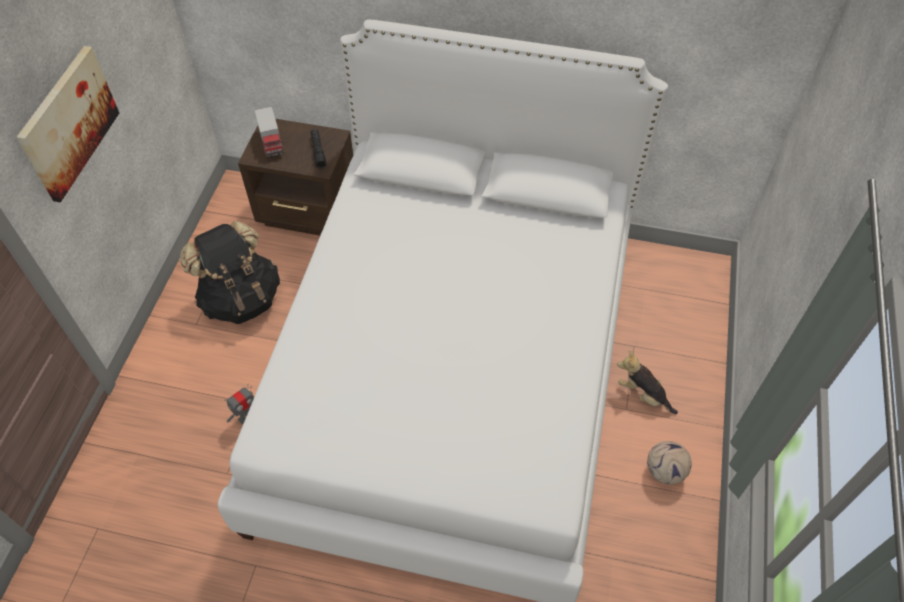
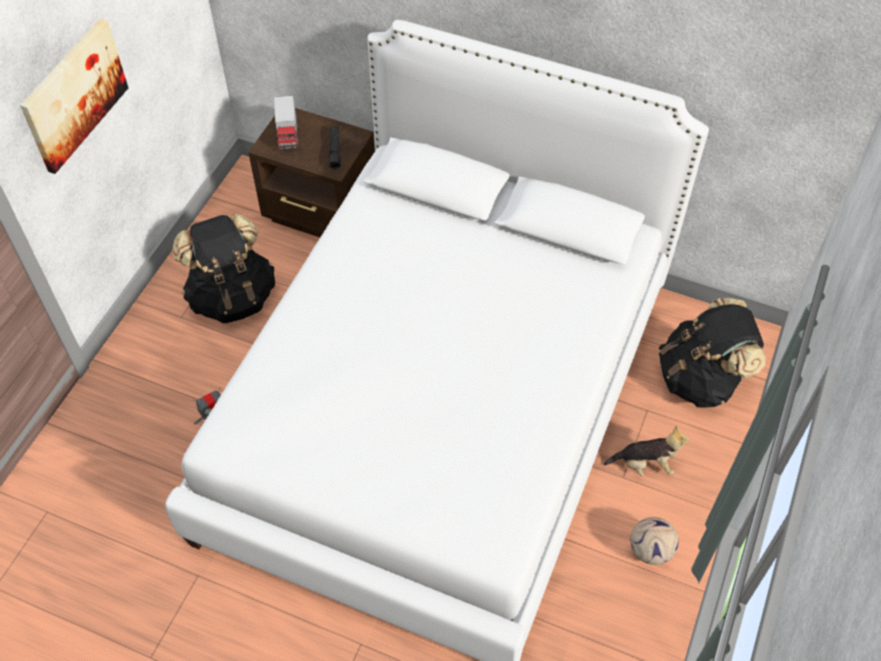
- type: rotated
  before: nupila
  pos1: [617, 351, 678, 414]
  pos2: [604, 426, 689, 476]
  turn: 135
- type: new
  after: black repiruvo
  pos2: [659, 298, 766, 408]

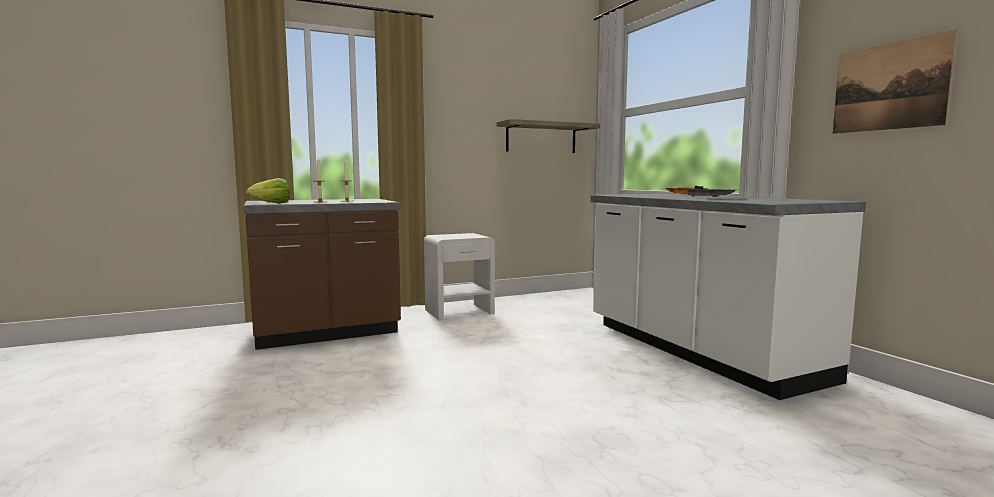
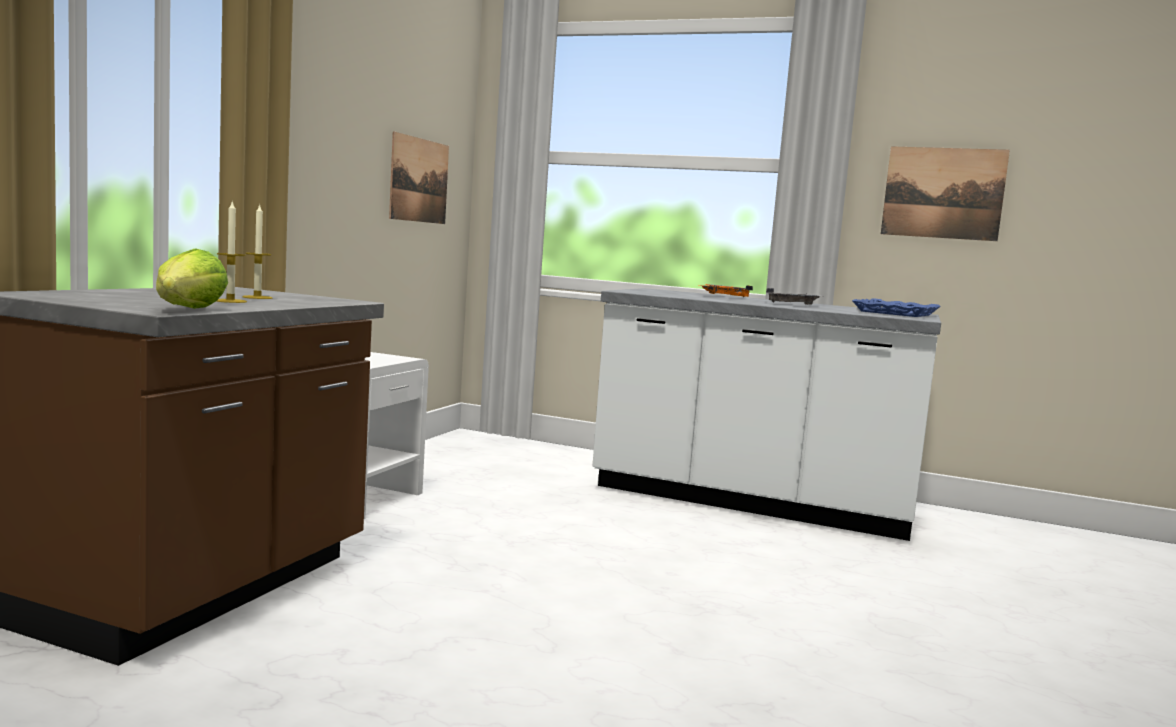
- type: swapped
  before: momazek
  after: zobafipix
  pos1: [496, 119, 600, 153]
  pos2: [389, 132, 449, 224]
- type: new
  after: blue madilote
  pos2: [852, 298, 941, 317]

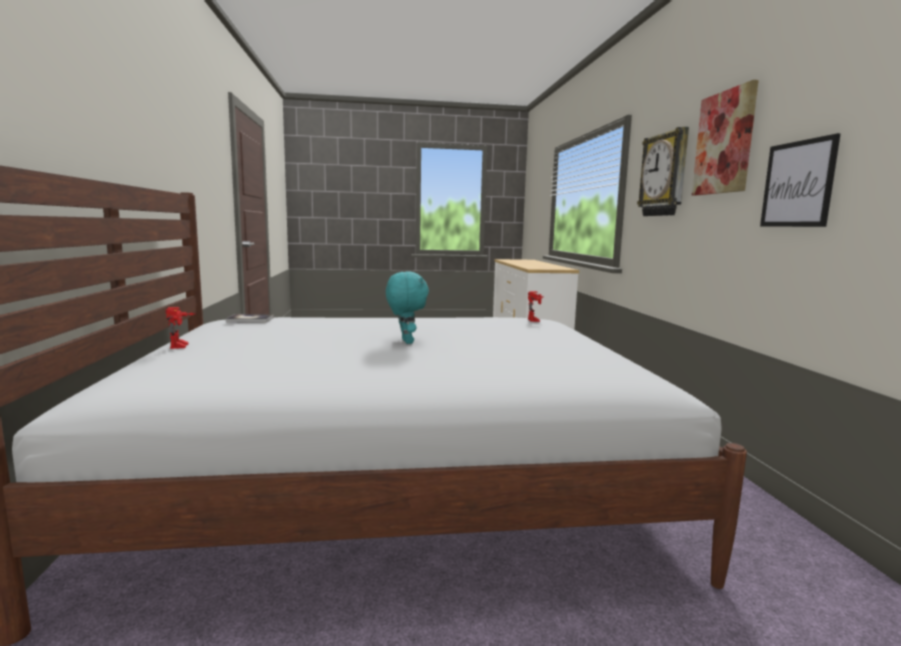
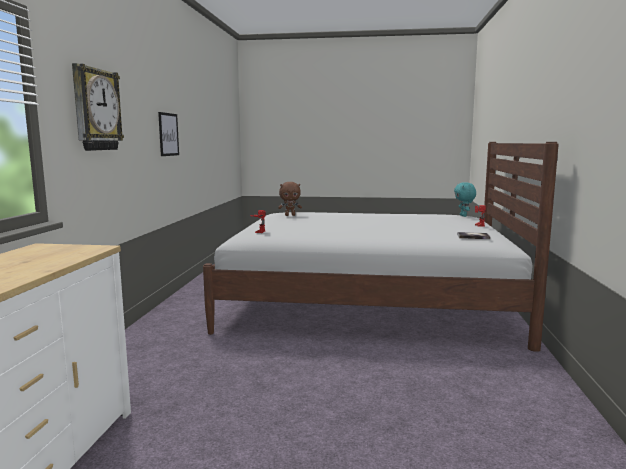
- type: shifted
  before: turquoise nupila
  pos1: [386, 272, 429, 344]
  pos2: [454, 182, 476, 217]
- type: gone
  before: zobafipix
  pos1: [692, 80, 759, 196]
- type: new
  after: brown nupila
  pos2: [278, 182, 302, 216]

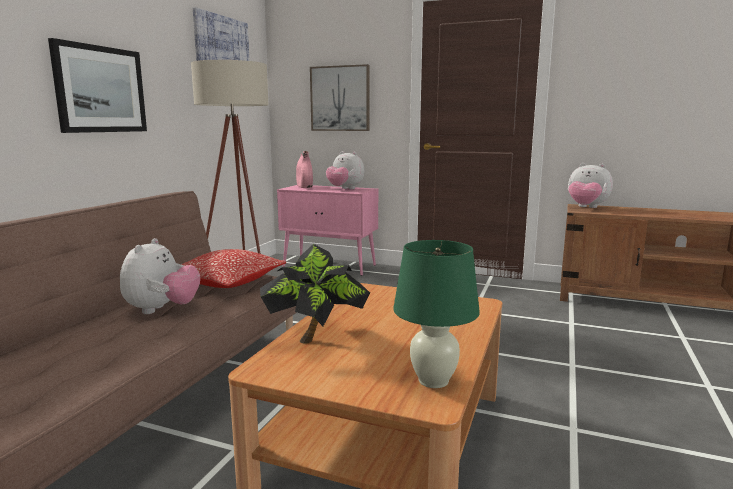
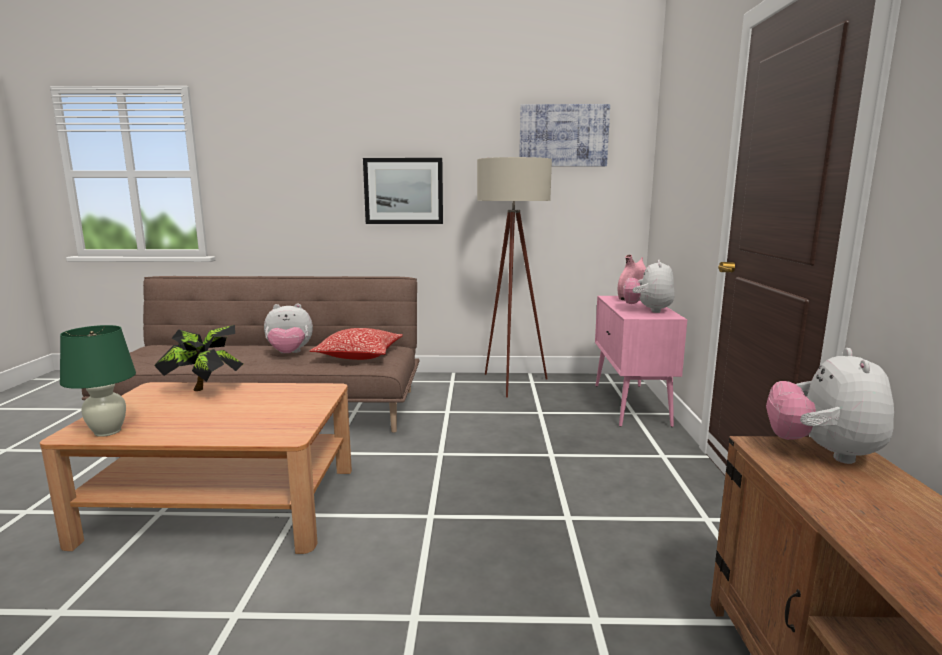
- type: gone
  before: zobafipix
  pos1: [310, 64, 370, 131]

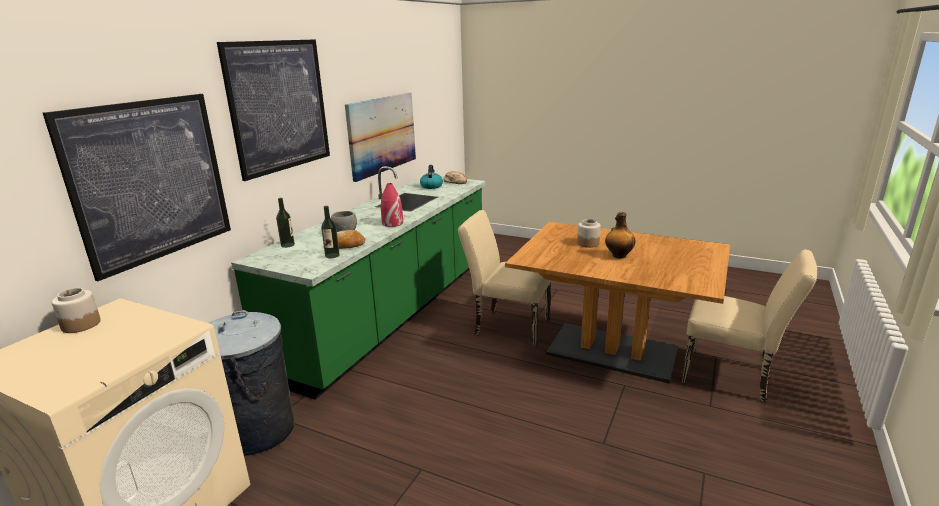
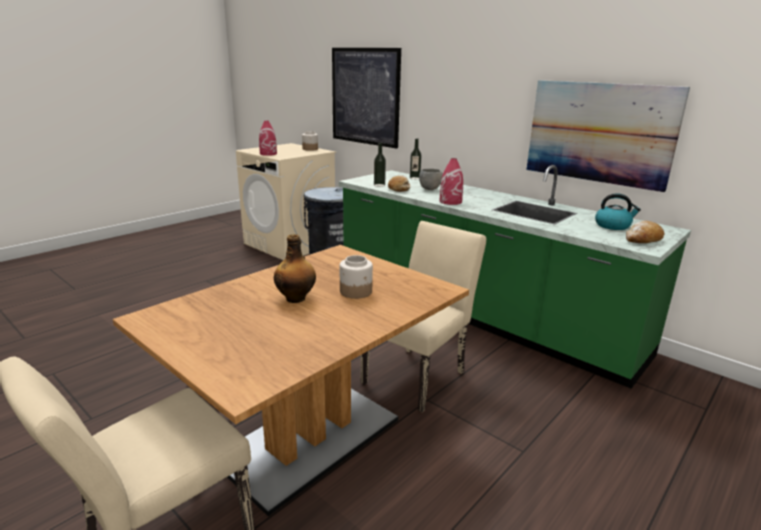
- type: gone
  before: zobafipix
  pos1: [217, 39, 330, 181]
- type: new
  after: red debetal
  pos2: [259, 120, 277, 156]

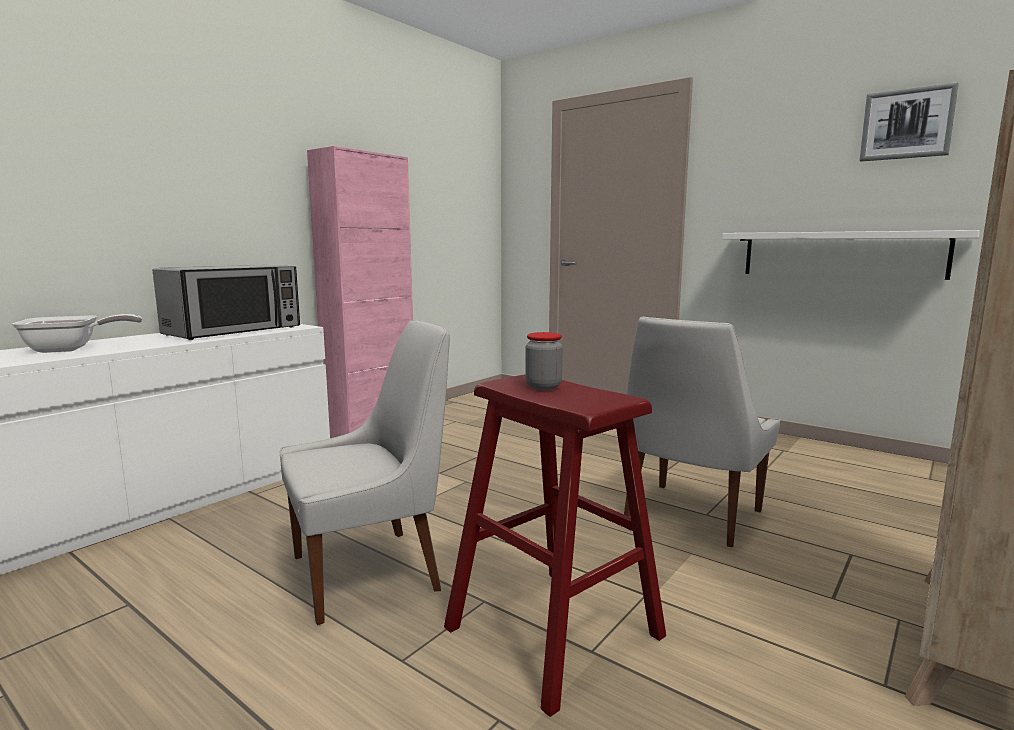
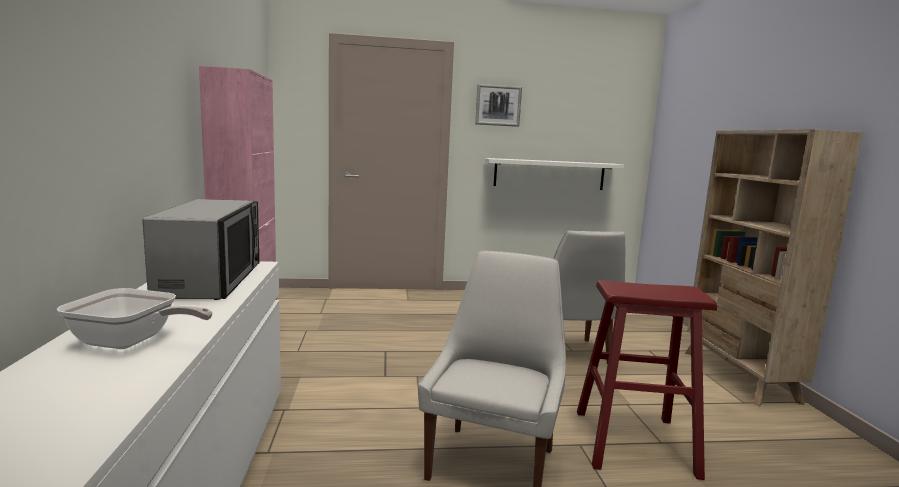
- type: rotated
  before: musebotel
  pos1: [12, 314, 142, 353]
  pos2: [57, 288, 212, 349]
  turn: 75
- type: gone
  before: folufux
  pos1: [525, 332, 563, 390]
- type: shifted
  before: zobafipix
  pos1: [860, 82, 959, 162]
  pos2: [475, 84, 522, 127]

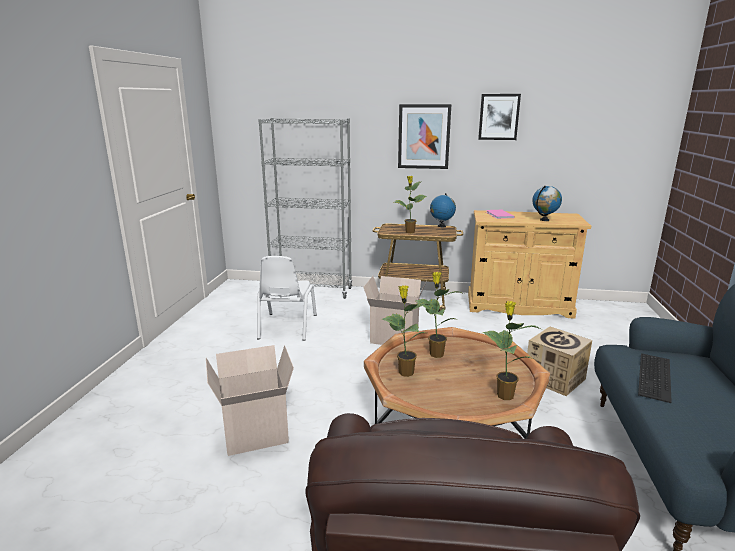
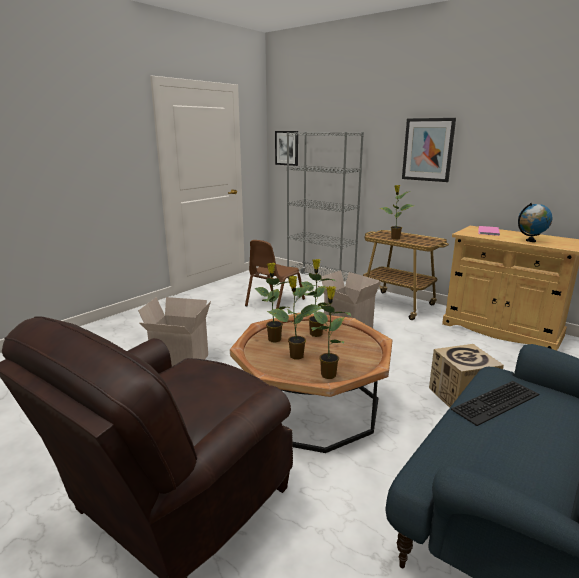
- type: repainted
  before: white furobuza
  after: brown furobuza
  pos1: [257, 256, 317, 341]
  pos2: [245, 240, 305, 309]
- type: gone
  before: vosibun
  pos1: [430, 193, 456, 227]
- type: shifted
  before: zobafipix
  pos1: [478, 94, 521, 140]
  pos2: [275, 131, 298, 166]
- type: new
  after: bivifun
  pos2: [267, 275, 322, 359]

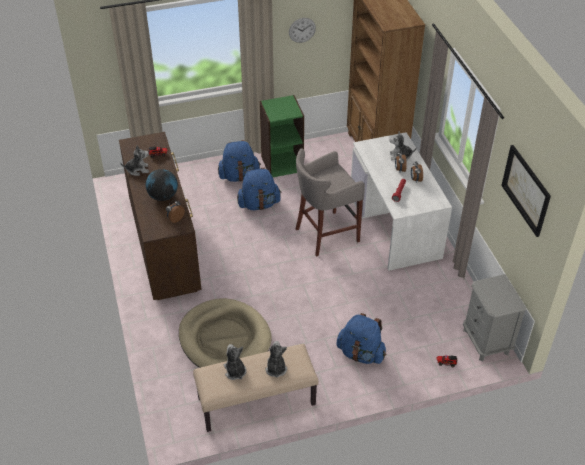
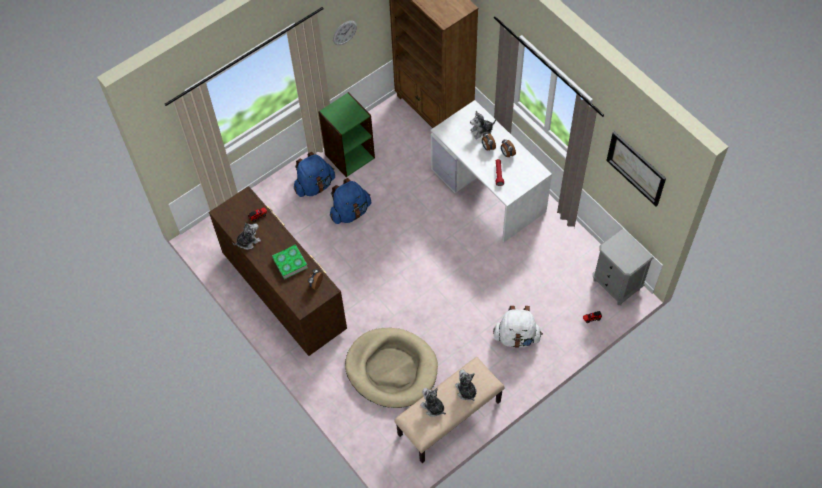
- type: swapped
  before: vosibun
  after: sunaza
  pos1: [146, 169, 178, 201]
  pos2: [272, 244, 308, 279]
- type: gone
  before: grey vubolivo
  pos1: [296, 148, 365, 256]
- type: repainted
  before: blue repiruvo
  after: white repiruvo
  pos1: [336, 313, 386, 364]
  pos2: [493, 306, 543, 348]

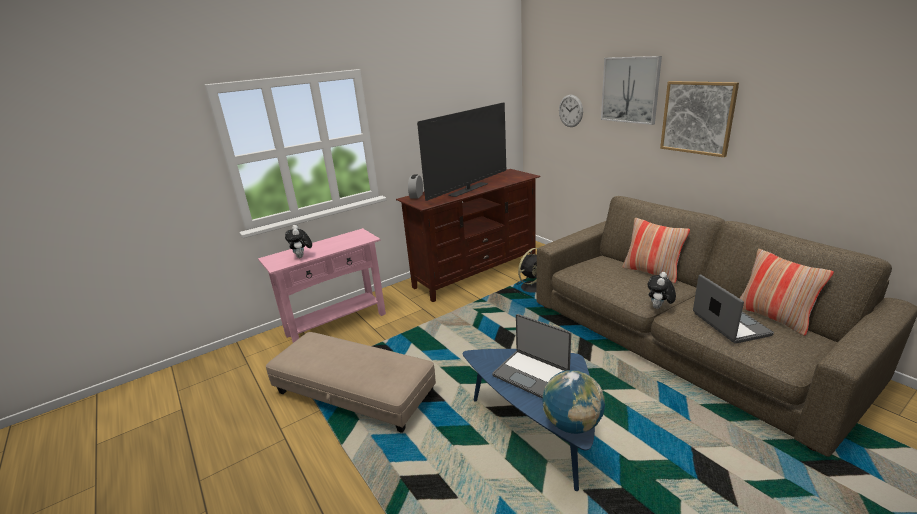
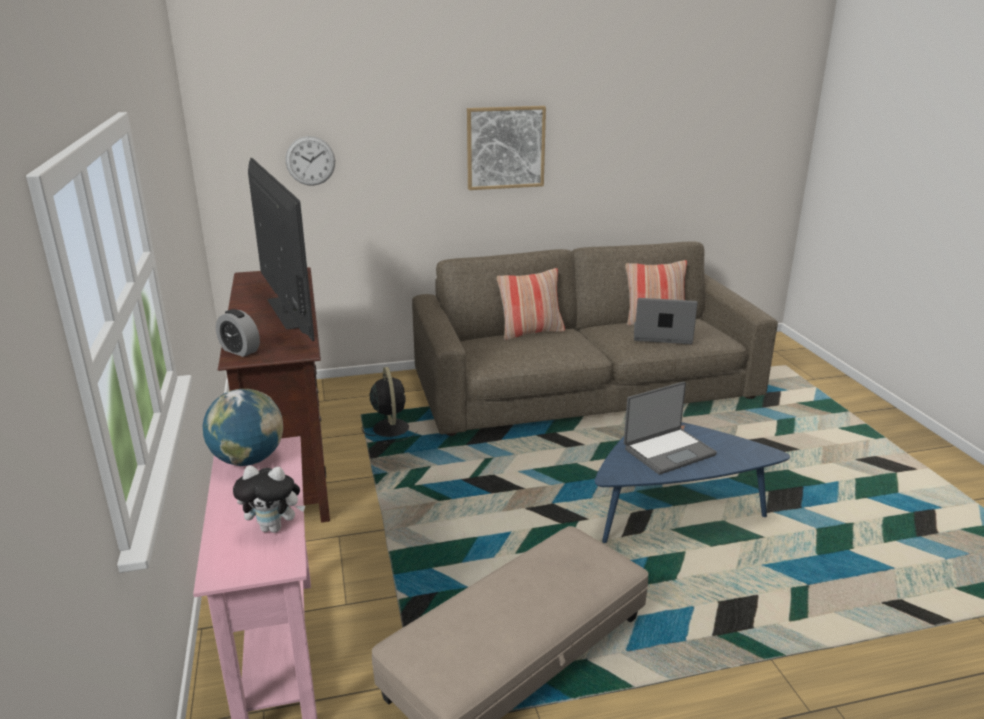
- type: shifted
  before: vosibun
  pos1: [542, 370, 605, 434]
  pos2: [203, 389, 283, 466]
- type: gone
  before: zobafipix
  pos1: [601, 56, 662, 125]
- type: gone
  before: nupila
  pos1: [648, 272, 676, 309]

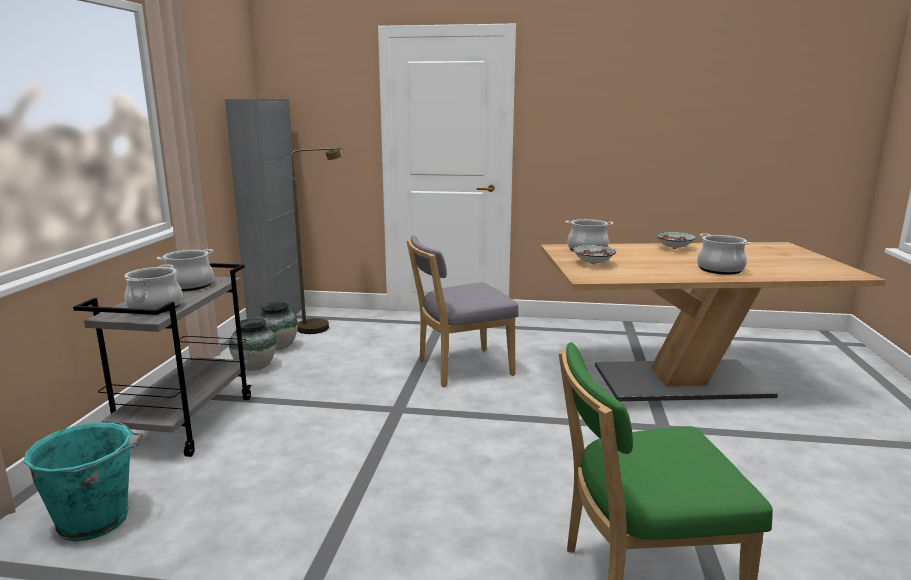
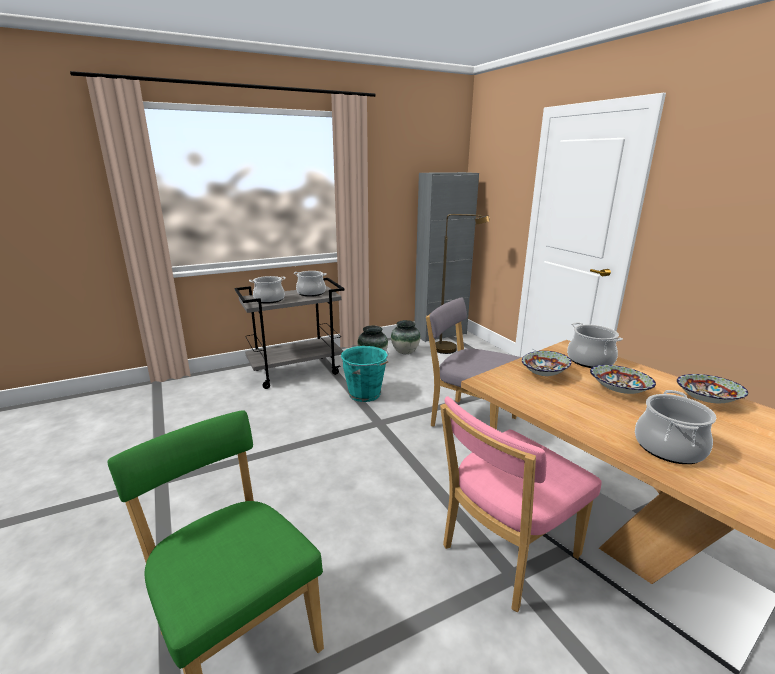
- type: shifted
  before: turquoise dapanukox
  pos1: [24, 420, 143, 542]
  pos2: [341, 346, 388, 402]
- type: new
  after: pink furobuza
  pos2: [440, 396, 602, 612]
- type: new
  after: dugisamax
  pos2: [590, 365, 656, 394]

